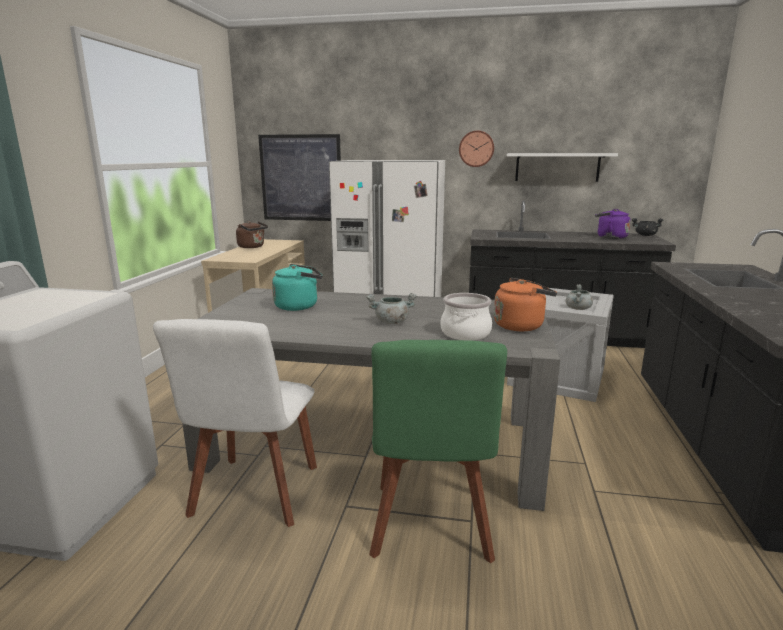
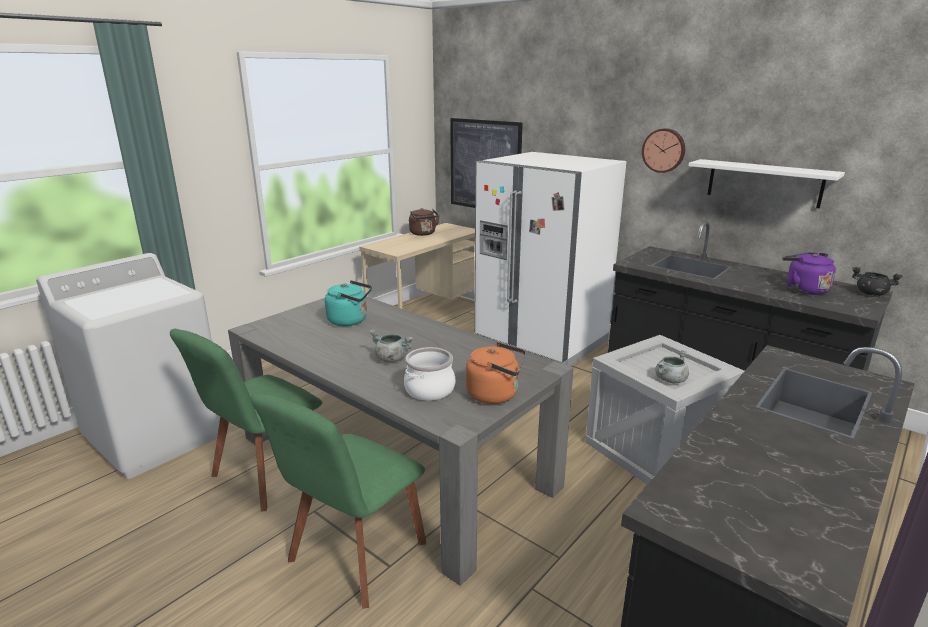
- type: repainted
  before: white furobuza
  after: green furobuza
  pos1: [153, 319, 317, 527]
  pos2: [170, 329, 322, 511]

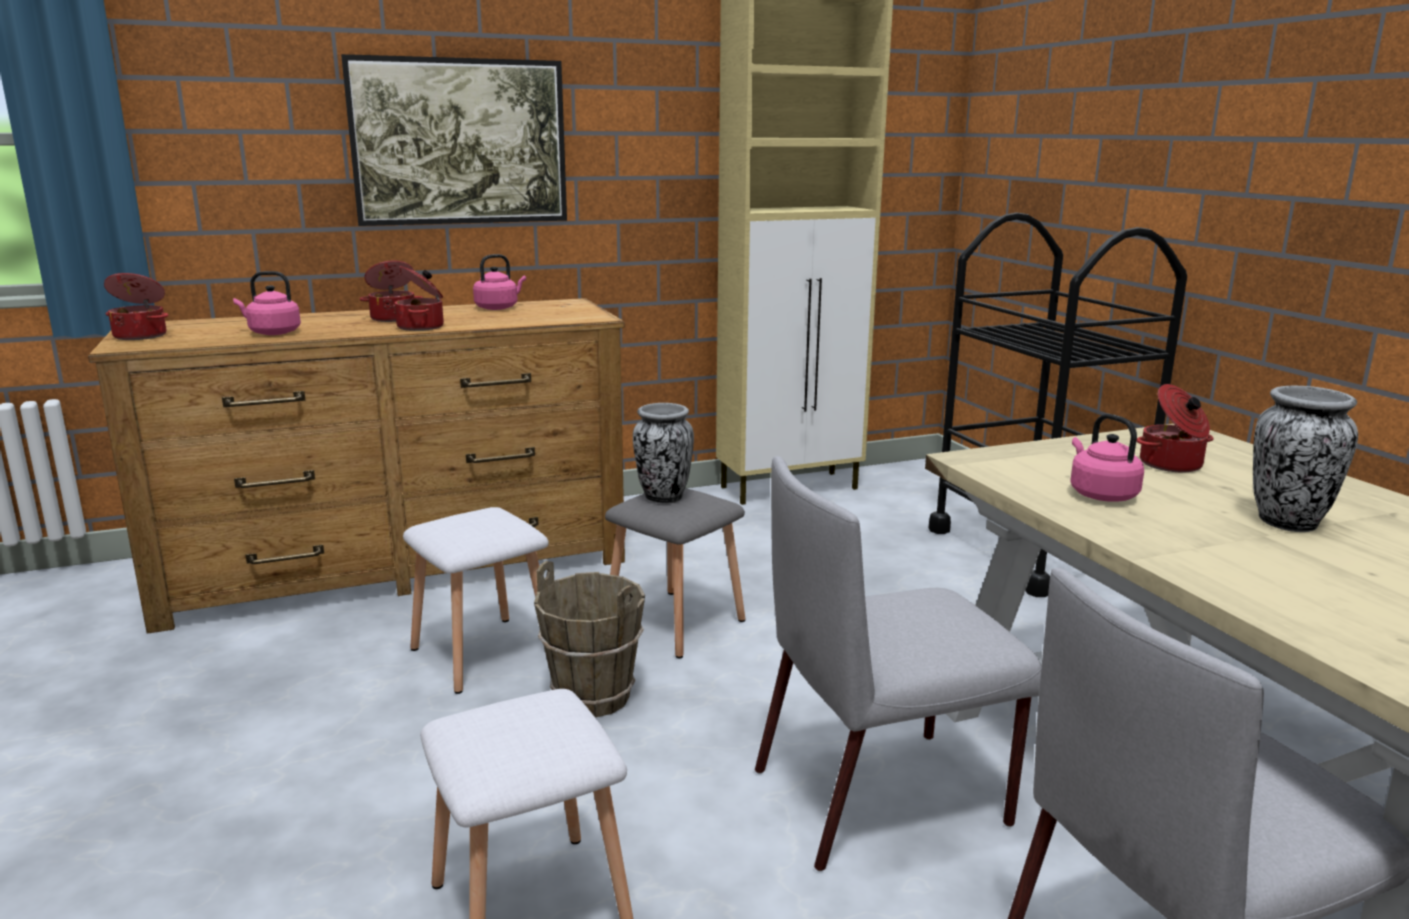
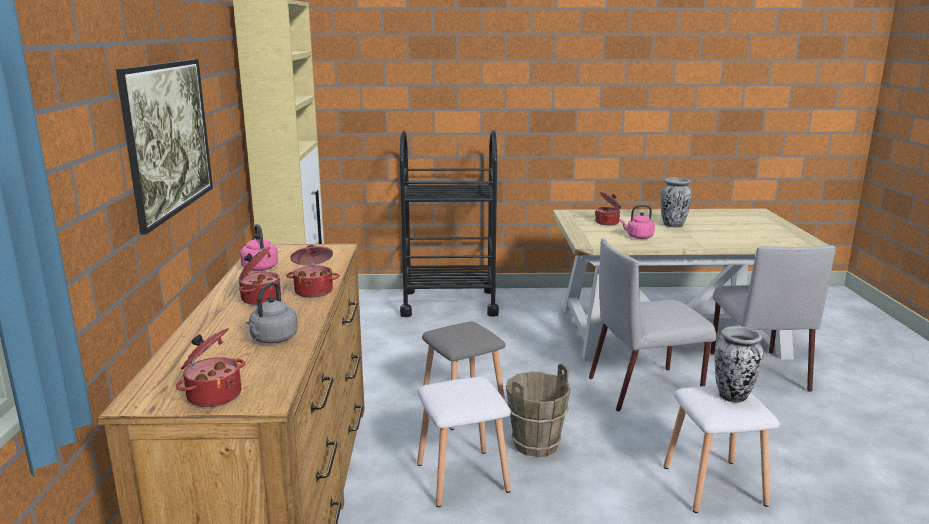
- type: repainted
  before: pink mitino
  after: grey mitino
  pos1: [233, 271, 301, 335]
  pos2: [245, 282, 298, 344]
- type: shifted
  before: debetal
  pos1: [633, 403, 694, 504]
  pos2: [715, 326, 764, 403]
- type: rotated
  before: grey furobuza
  pos1: [755, 456, 1042, 871]
  pos2: [589, 238, 716, 412]
  turn: 75

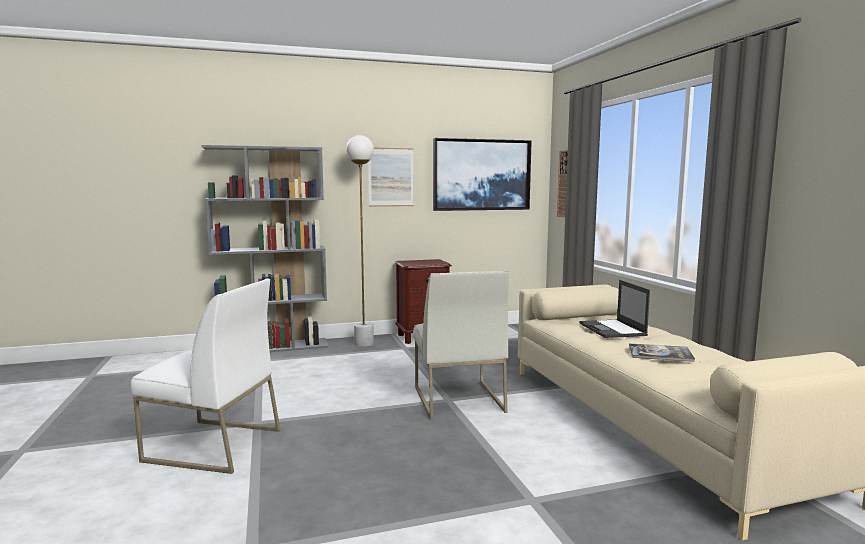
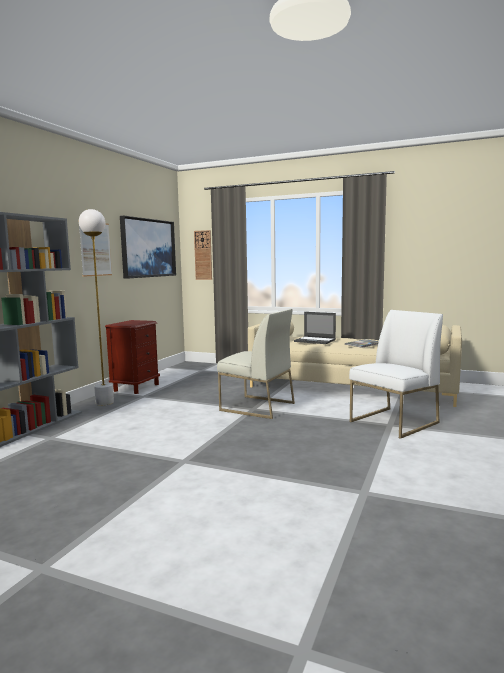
- type: shifted
  before: white furobuza
  pos1: [130, 279, 280, 474]
  pos2: [349, 310, 443, 439]

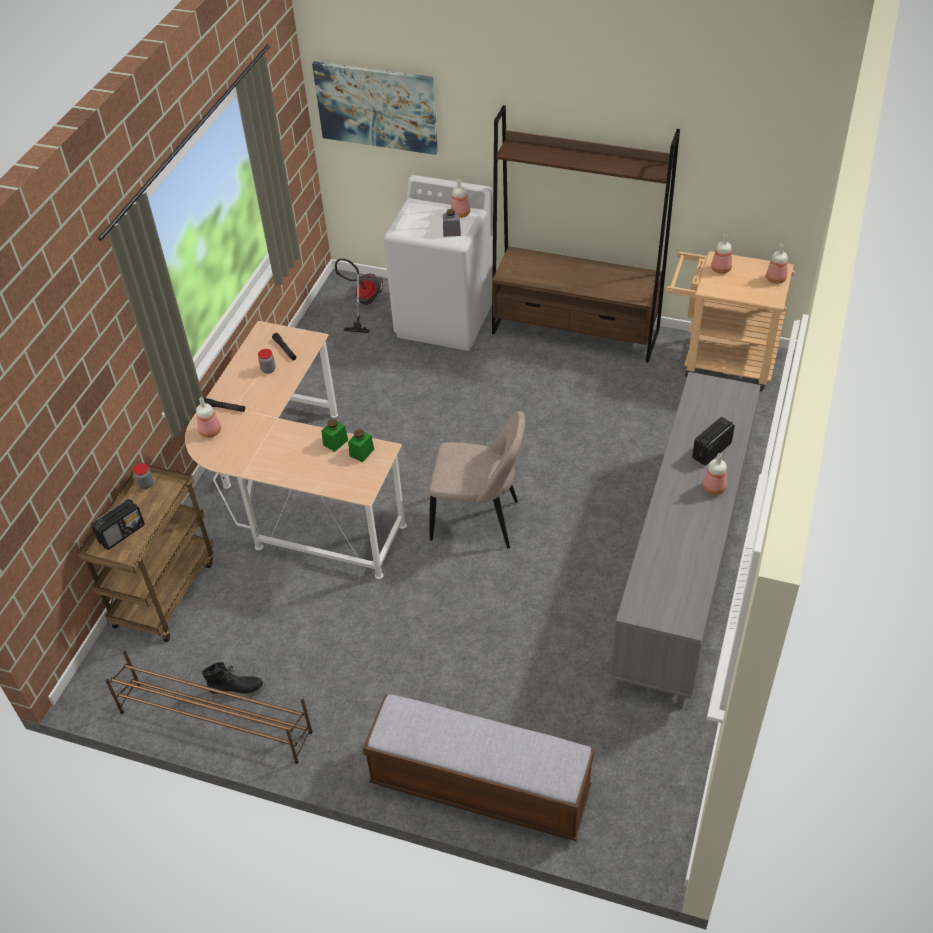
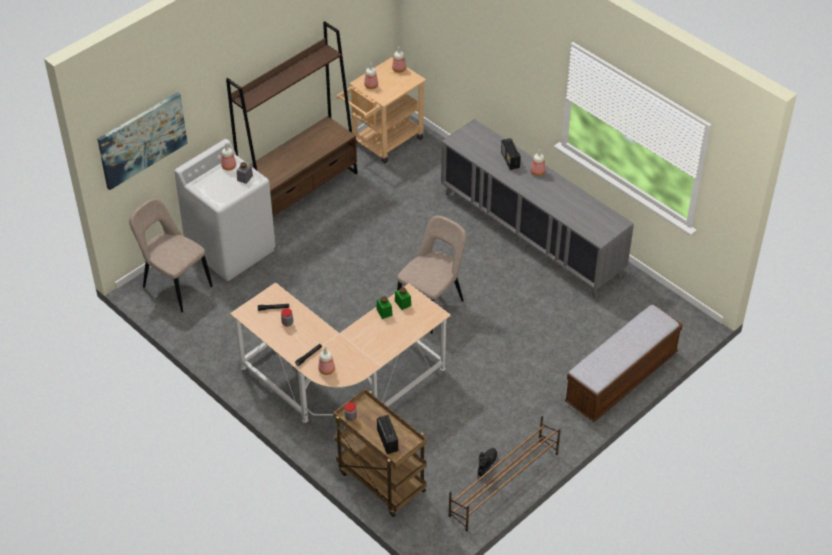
- type: swapped
  before: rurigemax
  after: beige furobuza
  pos1: [335, 259, 383, 333]
  pos2: [129, 198, 212, 312]

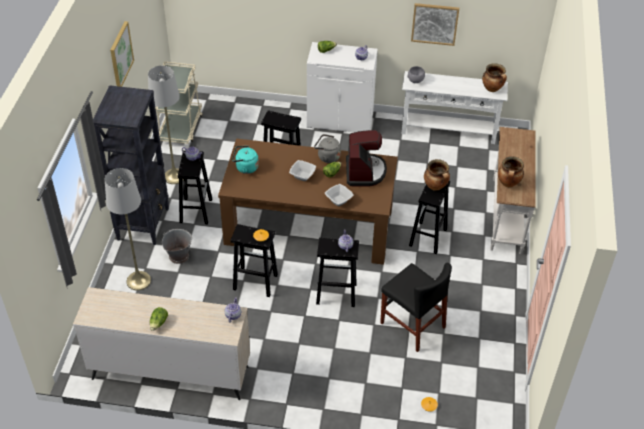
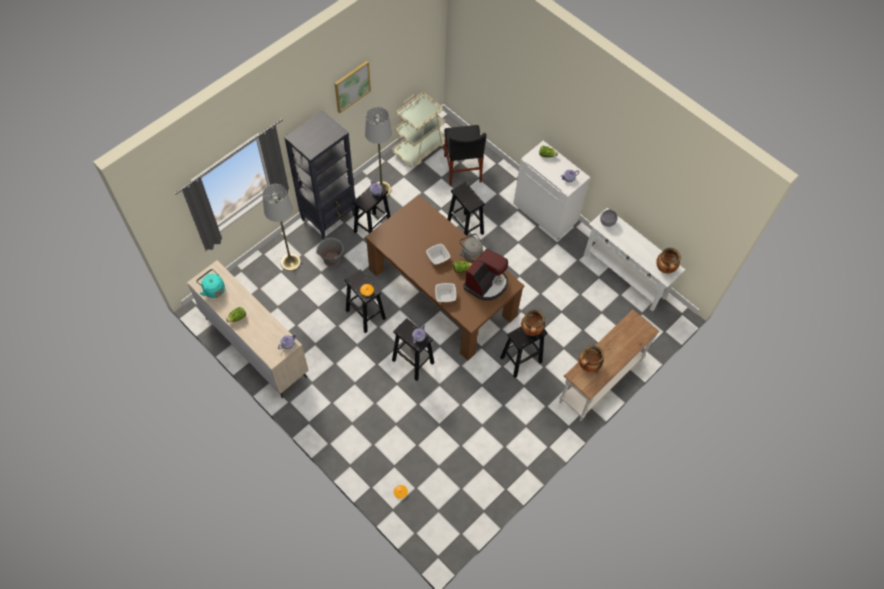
- type: shifted
  before: turquoise mitino
  pos1: [232, 146, 259, 174]
  pos2: [196, 269, 225, 298]
- type: shifted
  before: black furobuza
  pos1: [380, 263, 452, 352]
  pos2: [444, 125, 486, 186]
- type: gone
  before: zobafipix
  pos1: [411, 3, 459, 46]

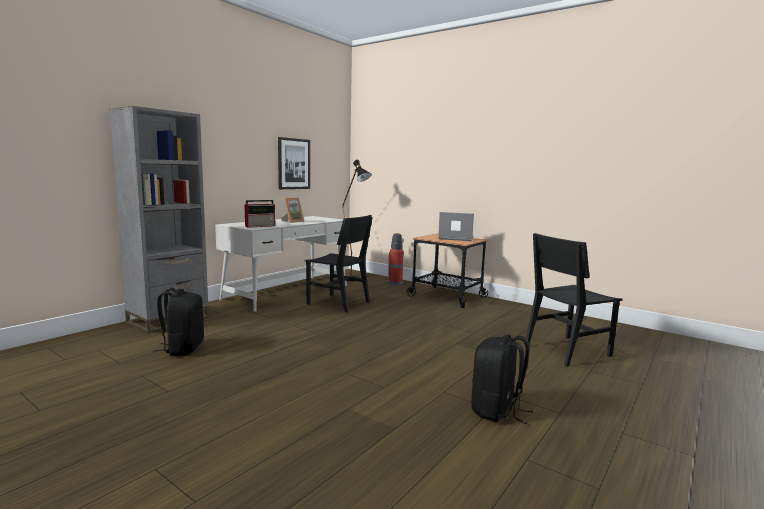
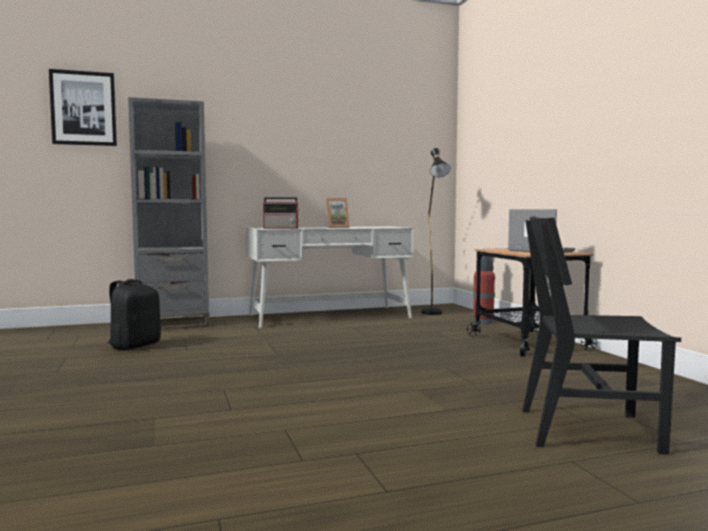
- type: shifted
  before: zobafipix
  pos1: [278, 137, 310, 189]
  pos2: [49, 69, 117, 146]
- type: gone
  before: black furobuza
  pos1: [304, 215, 373, 313]
- type: gone
  before: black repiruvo
  pos1: [471, 334, 533, 424]

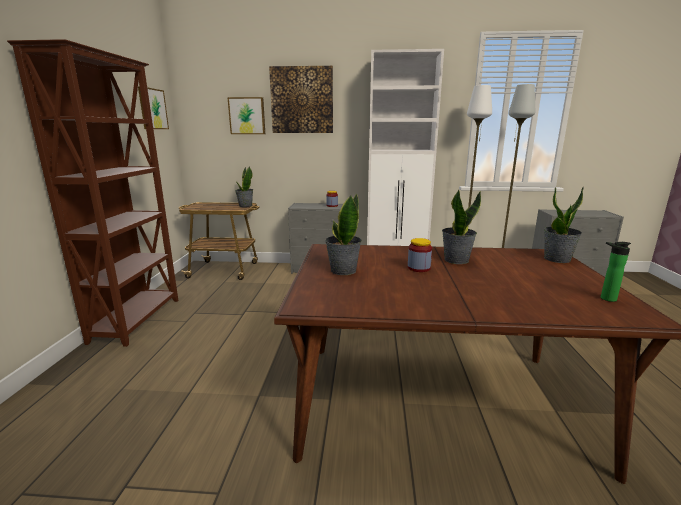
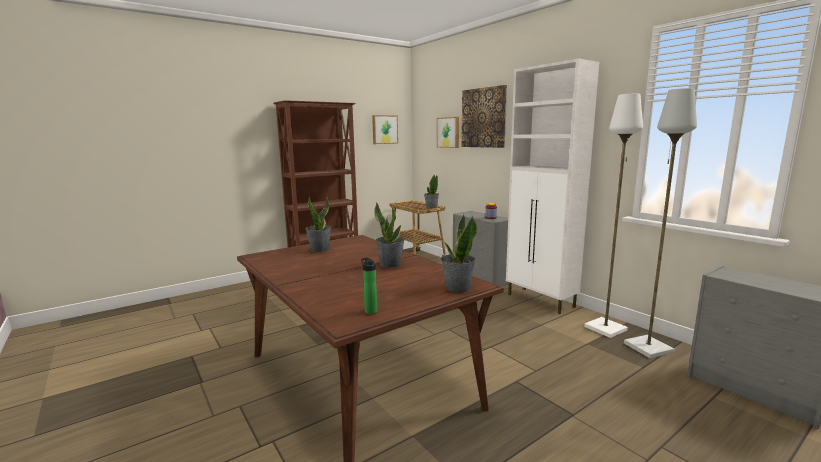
- type: gone
  before: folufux
  pos1: [408, 238, 432, 272]

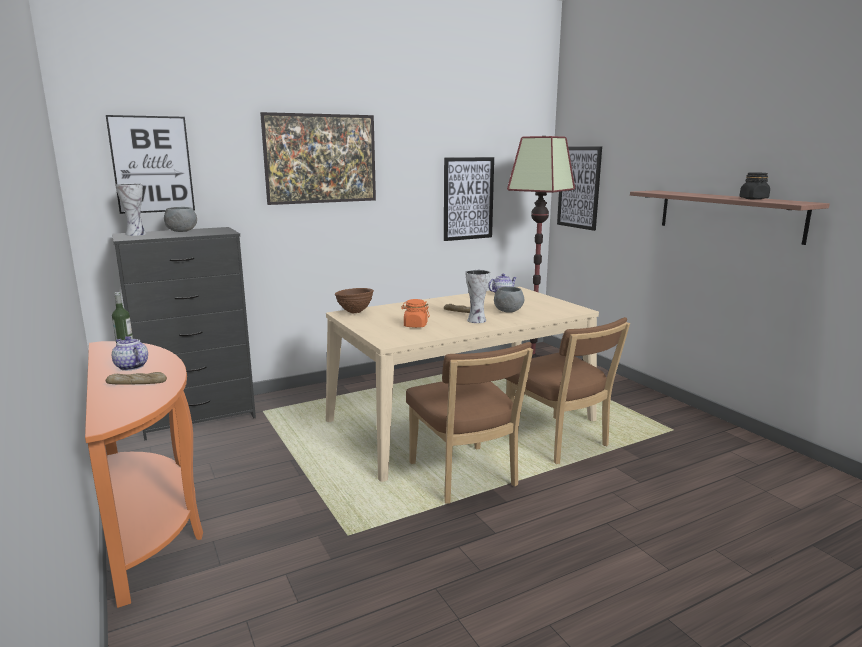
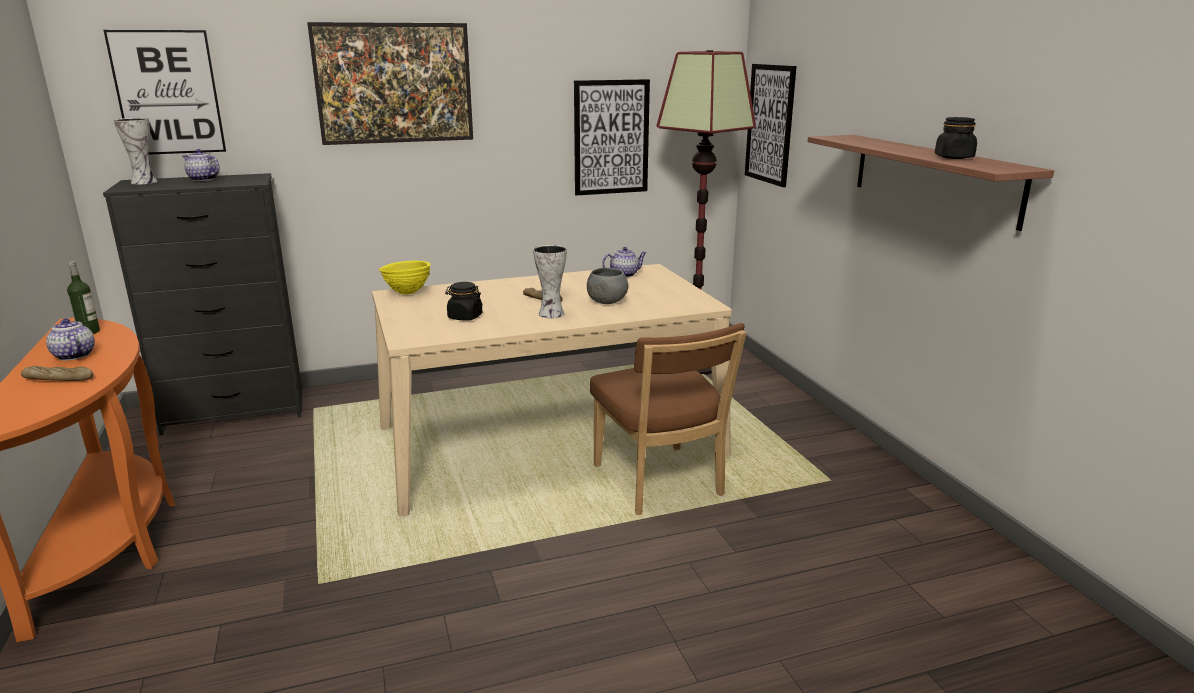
- type: swapped
  before: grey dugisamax
  after: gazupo
  pos1: [164, 207, 197, 232]
  pos2: [182, 149, 220, 181]
- type: repainted
  before: brown dugisamax
  after: yellow dugisamax
  pos1: [335, 288, 374, 314]
  pos2: [379, 260, 431, 295]
- type: repainted
  before: orange folufux
  after: black folufux
  pos1: [401, 299, 430, 328]
  pos2: [445, 282, 483, 321]
- type: gone
  before: brown furobuza
  pos1: [406, 342, 533, 504]

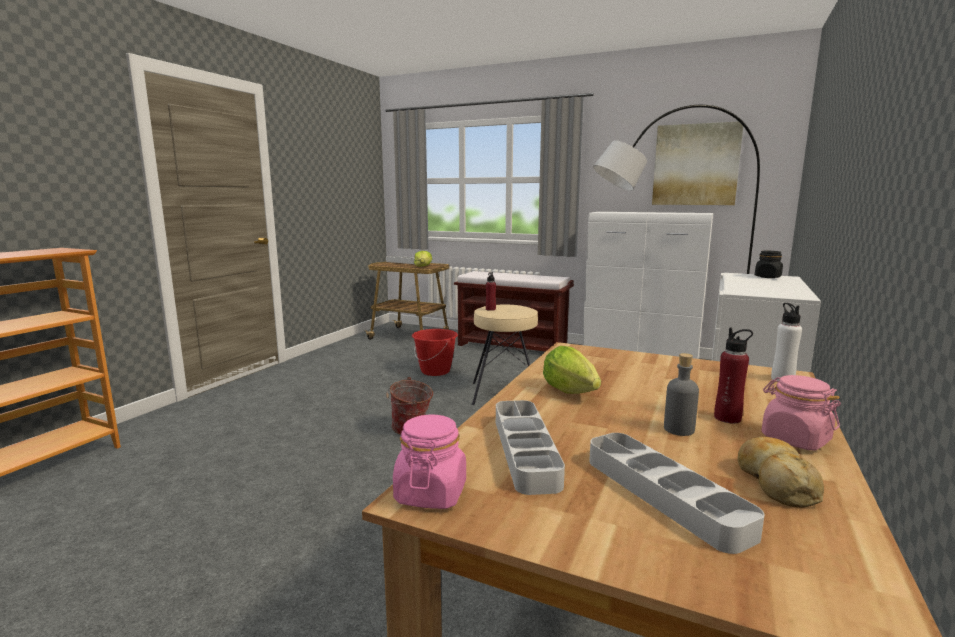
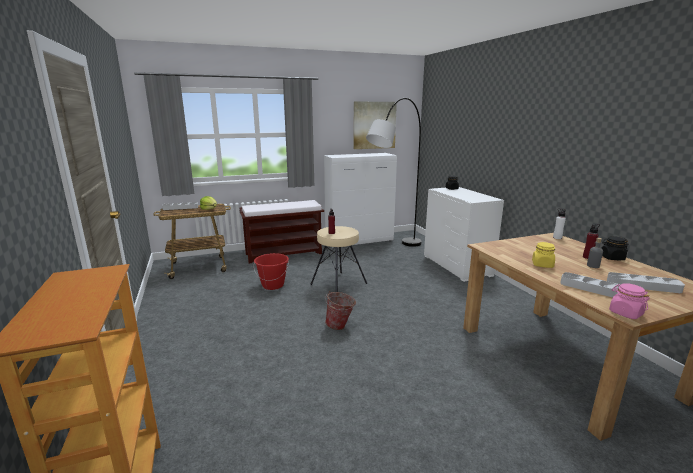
- type: swapped
  before: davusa
  after: yellow folufux
  pos1: [543, 346, 601, 394]
  pos2: [532, 242, 555, 268]
- type: gone
  before: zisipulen
  pos1: [738, 437, 824, 508]
- type: repainted
  before: pink folufux
  after: black folufux
  pos1: [762, 375, 841, 450]
  pos2: [601, 236, 628, 260]

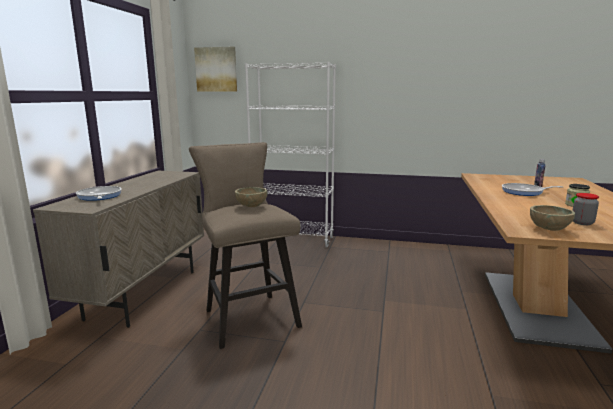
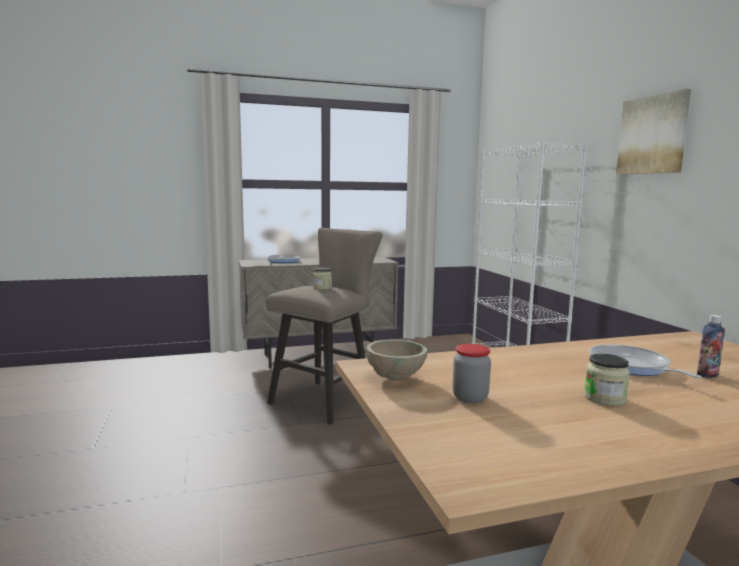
- type: shifted
  before: zobafipix
  pos1: [194, 46, 237, 92]
  pos2: [616, 89, 691, 175]
- type: swapped
  before: beige dugisamax
  after: folufux
  pos1: [235, 187, 268, 207]
  pos2: [313, 267, 332, 290]

